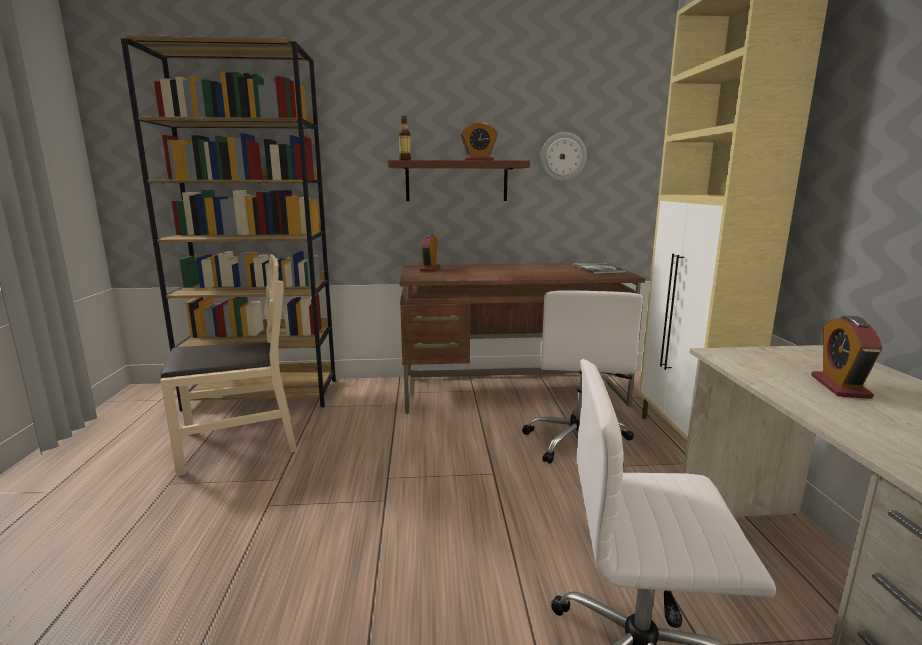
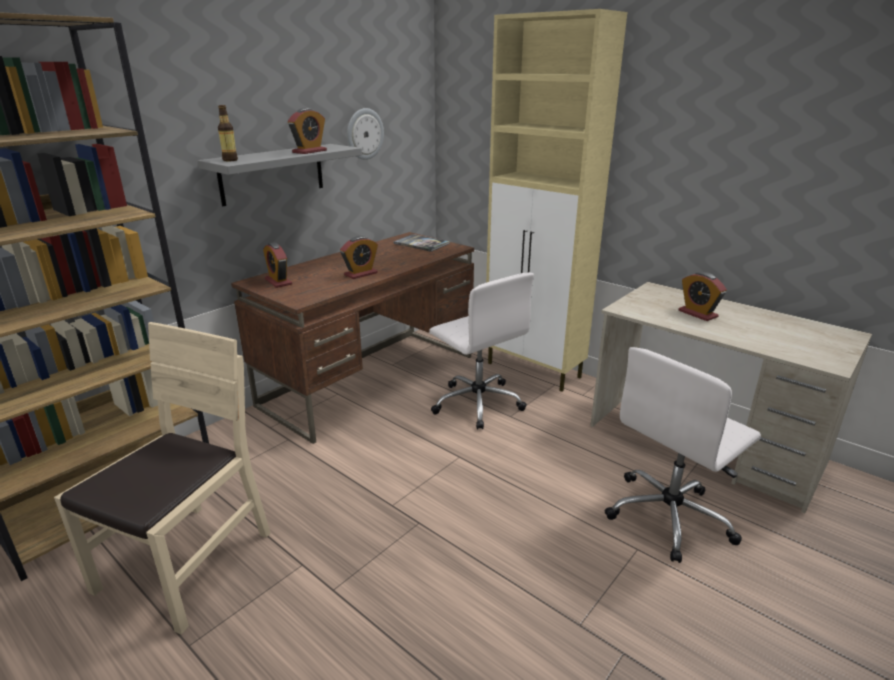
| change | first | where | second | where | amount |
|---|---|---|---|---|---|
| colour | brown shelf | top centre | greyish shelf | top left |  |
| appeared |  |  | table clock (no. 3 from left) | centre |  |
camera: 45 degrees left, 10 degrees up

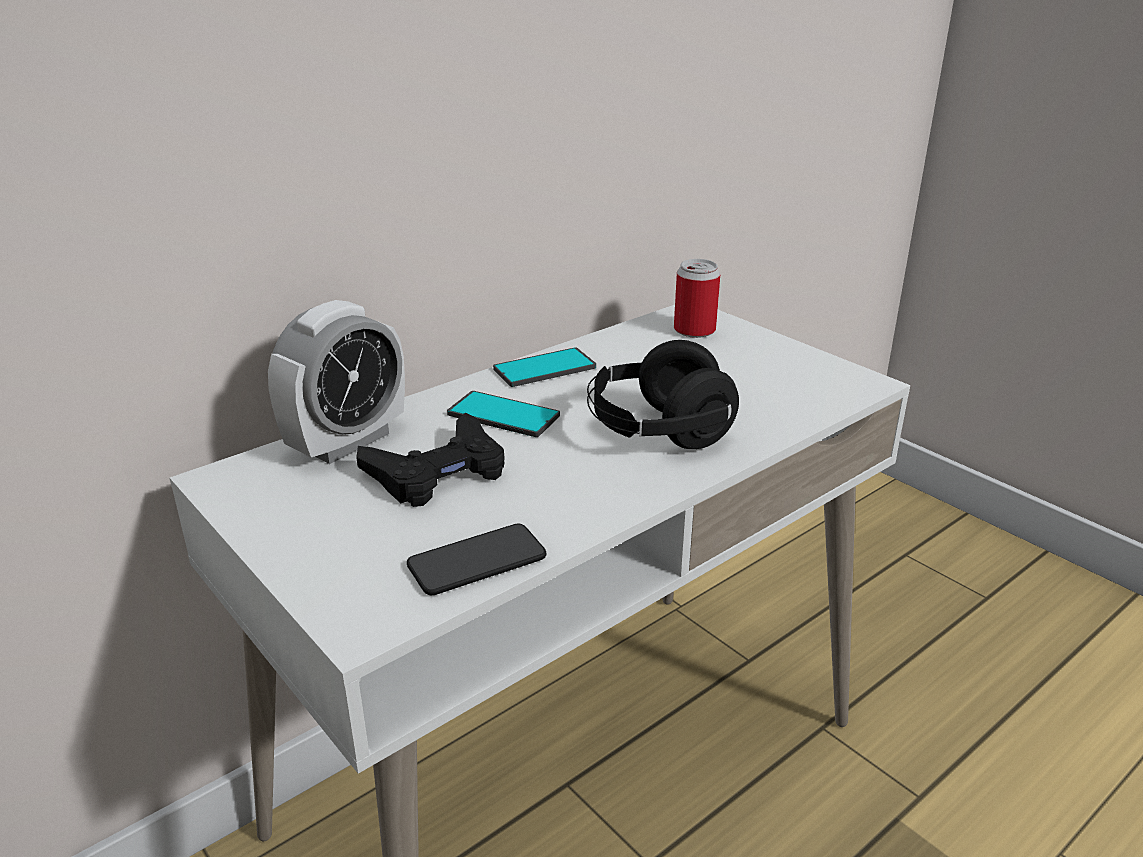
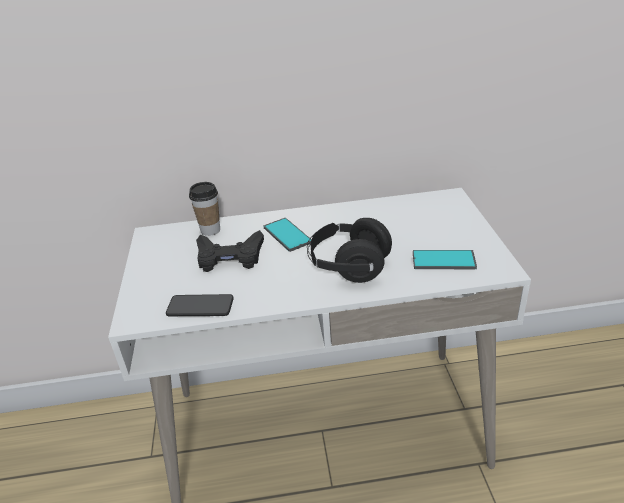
| change | first | where | second | where | amount |
|---|---|---|---|---|---|
| missing | can | centre |  |  |  |
| exchanged | table clock | middle left | drinking cup | middle left |  |
| relocated | handset (no. 3 from left) | centre |  | middle right |  |
camera: 35 degrees right, 5 degrees up

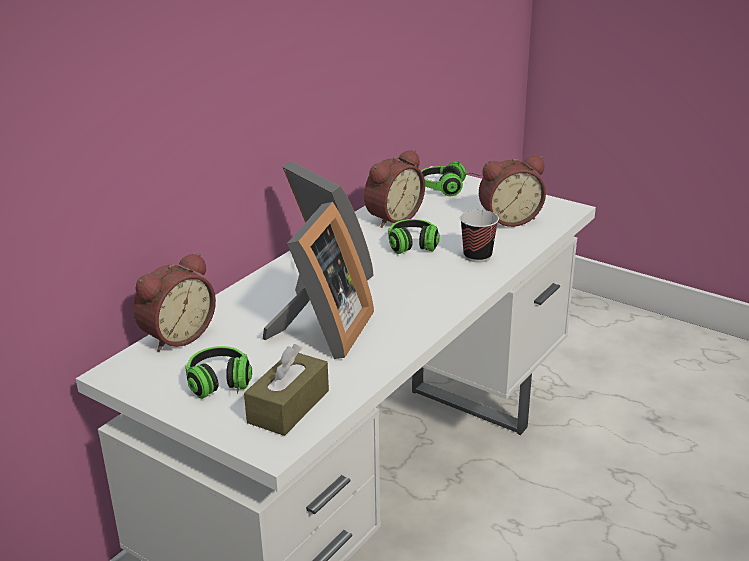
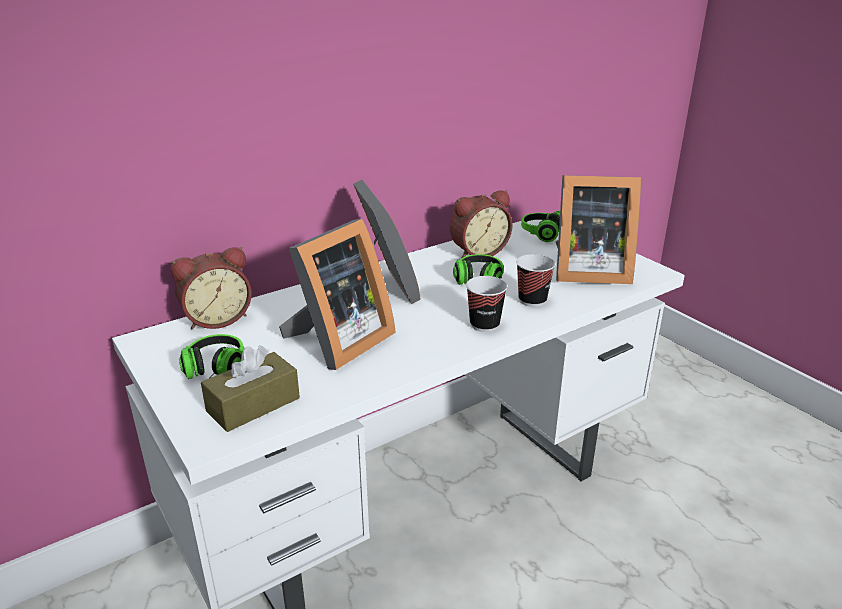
| change | first | where | second | where | amount |
|---|---|---|---|---|---|
| exchanged | table clock (no. 3 from left) | middle right | standing frame (no. 3 from left) | middle right |  |
| appeared |  |  | drinking cup (no. 1 from left) | centre |  |
camera: 20 degrees right, 0 degrees up

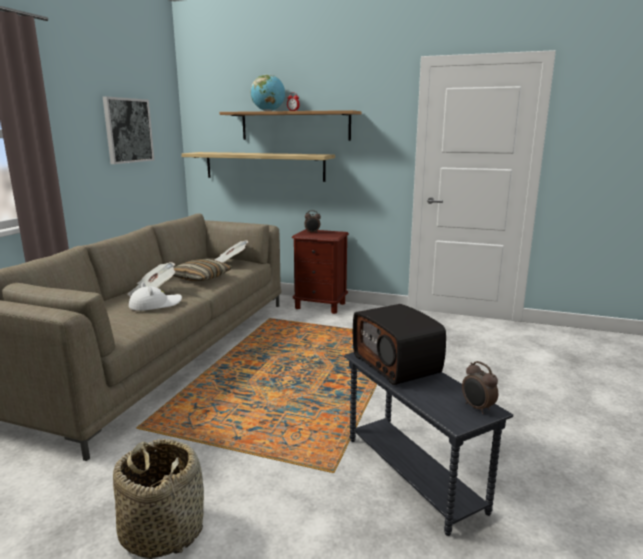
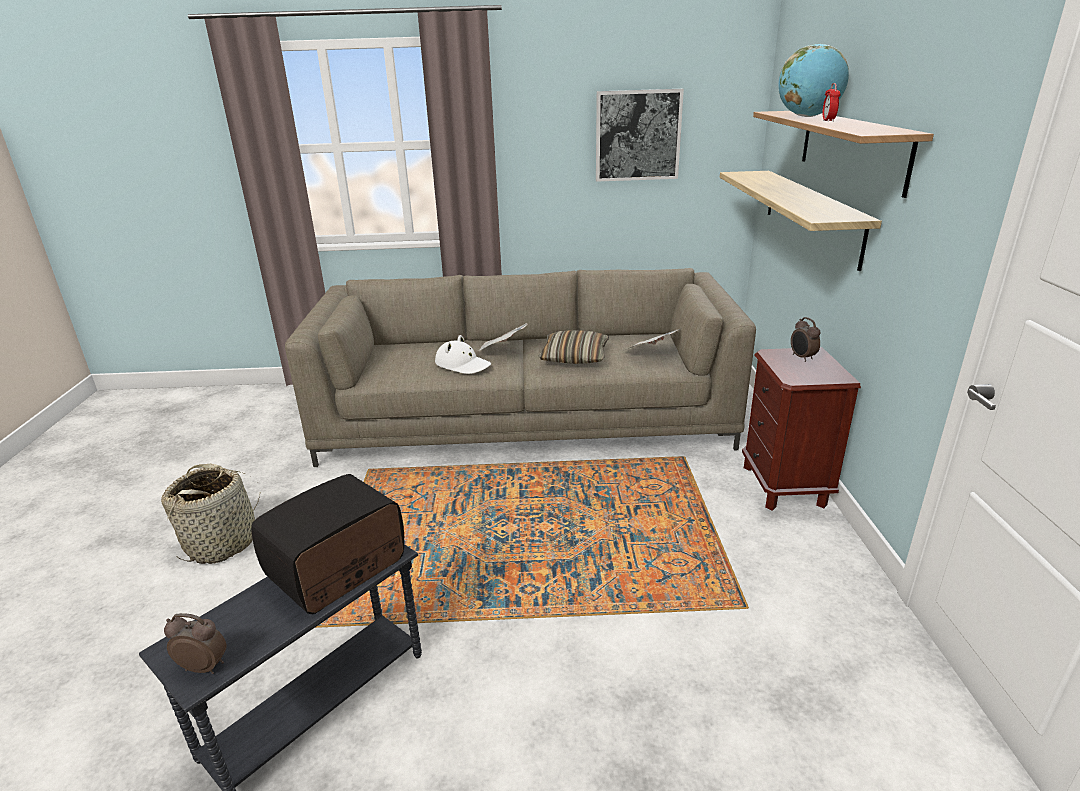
| change | first | where | second | where | amount |
|---|---|---|---|---|---|
| spun | table clock (no. 3 from left in the first image) | bottom right | table clock (no. 1 from left) | bottom left | 60 degrees clockwise |
camera: 70 degrees right, 10 degrees up

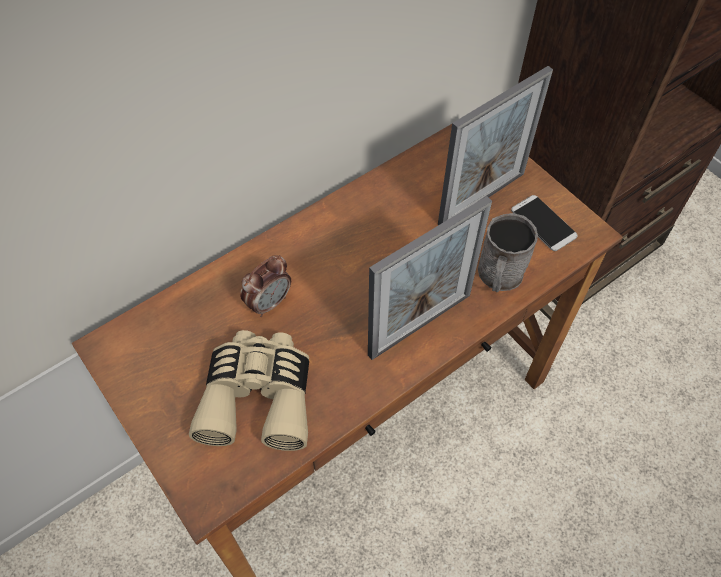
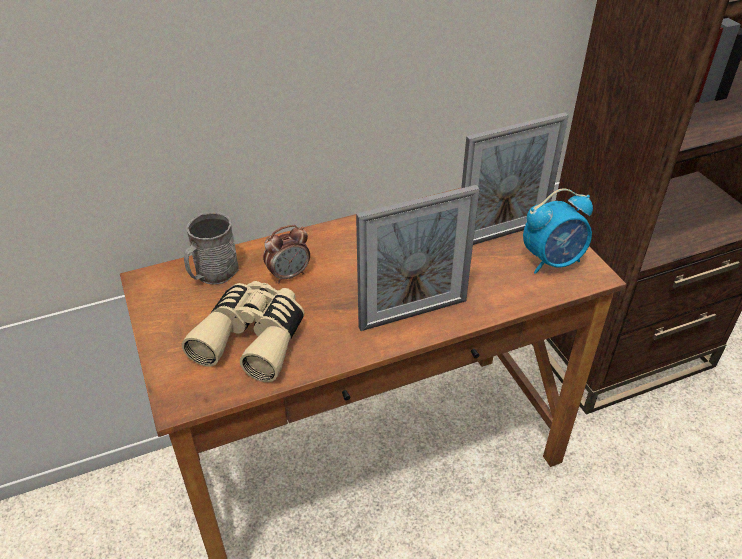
| change | first | where | second | where | amount |
|---|---|---|---|---|---|
| exchanged | handset | middle right | table clock (no. 2 from left) | middle right |  |
| relocated | greyish coffee mug | middle right |  | middle left |  |
camera: 15 degrees right, 15 degrees down

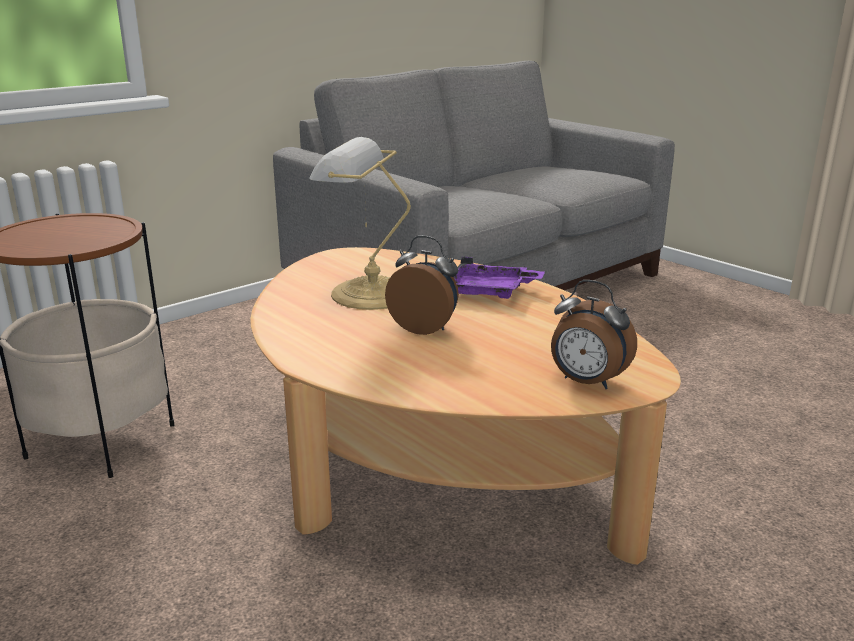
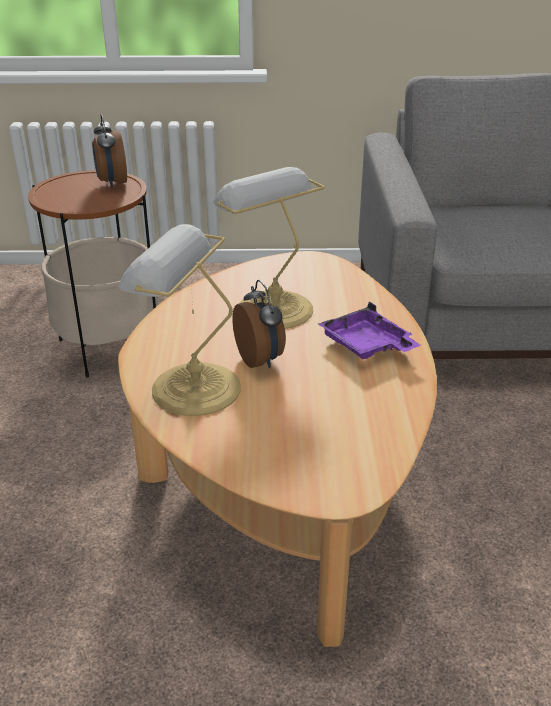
| change | first | where | second | where | amount |
|---|---|---|---|---|---|
| relocated | table clock (no. 2 from left in the first image) | middle right | table clock (no. 1 from left) | top left |  |
| appeared |  |  | table lamp (no. 1 from left) | middle left |  |
camera: 40 degrees right, 10 degrees up

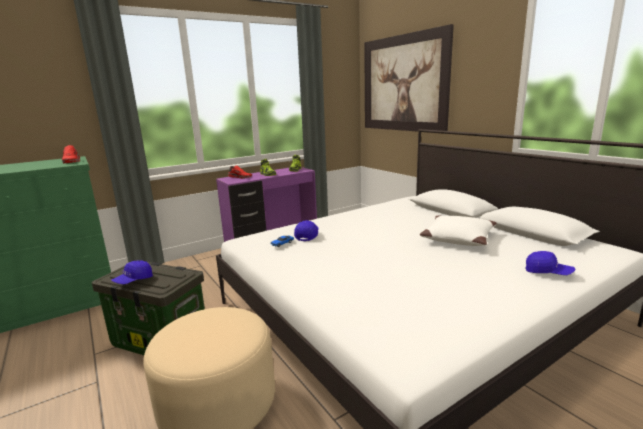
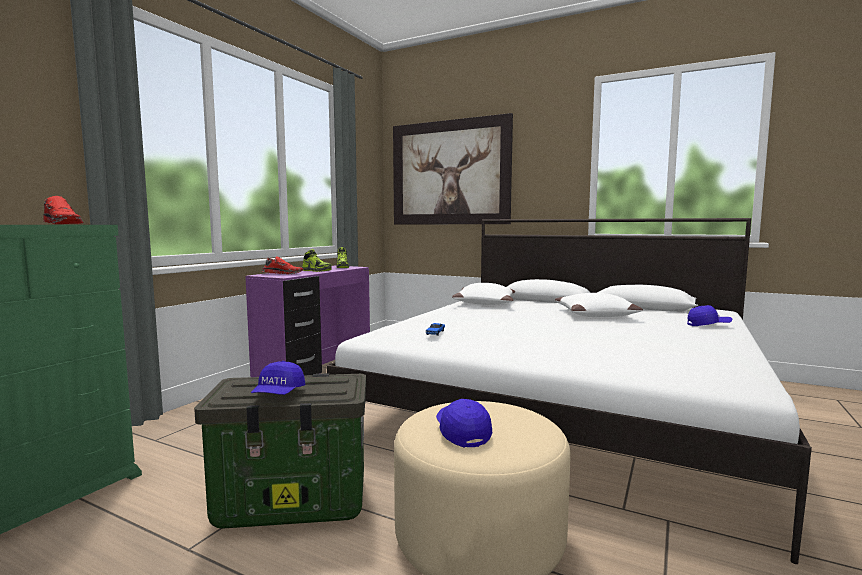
| change | first | where | second | where | amount |
|---|---|---|---|---|---|
| relocated | bluish peaked cap (no. 2 from left) | centre |  | bottom centre |  |
| appeared |  |  | white-coloured cushion (no. 1 from left) | centre |  |
camera: 30 degrees left, 10 degrees down

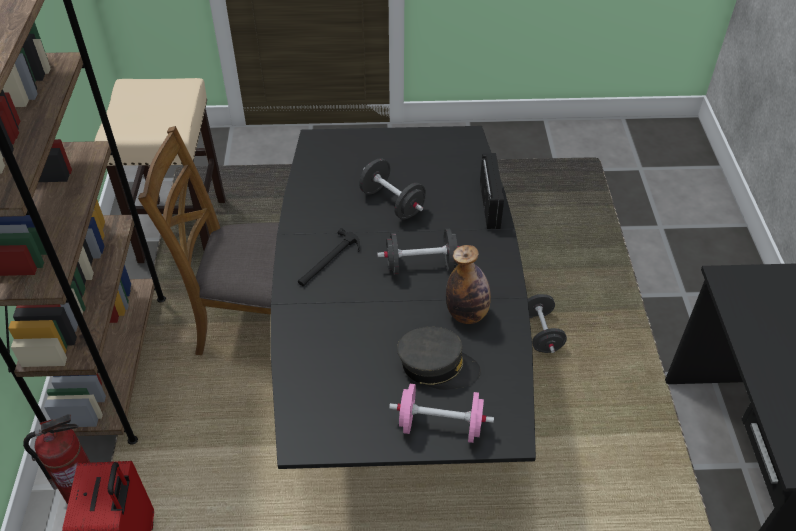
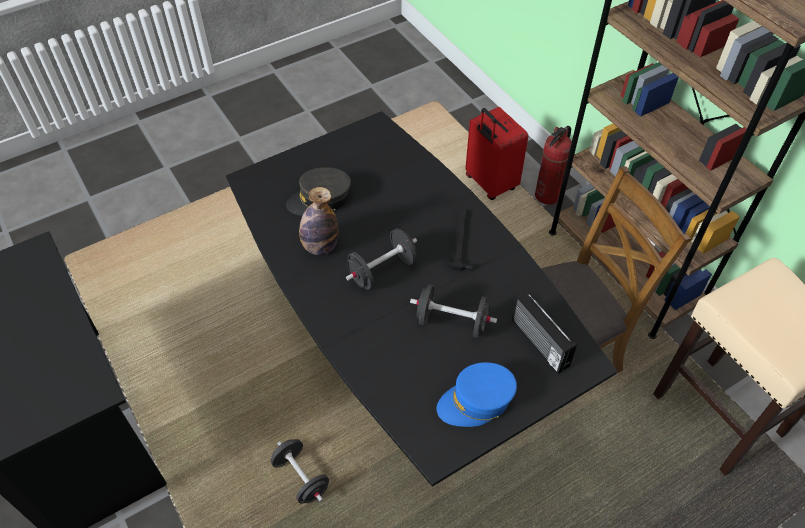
| change | first | where | second | where | amount |
|---|---|---|---|---|---|
| relocated | radio | centre |  | middle right |  |
| missing | pink free weight | bottom centre |  |  |  |
| appeared |  |  | bluish peaked cap | bottom centre |  |
camera: 150 degrees right, 5 degrees up

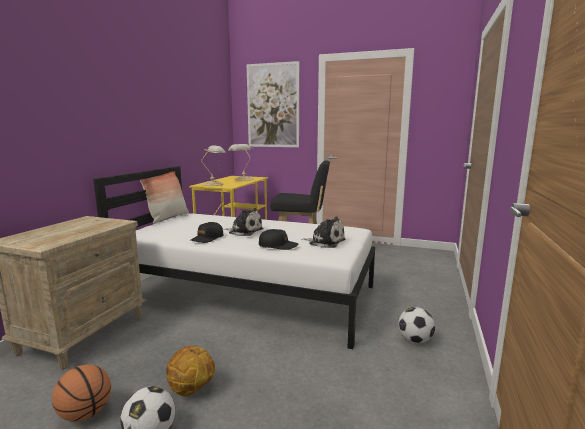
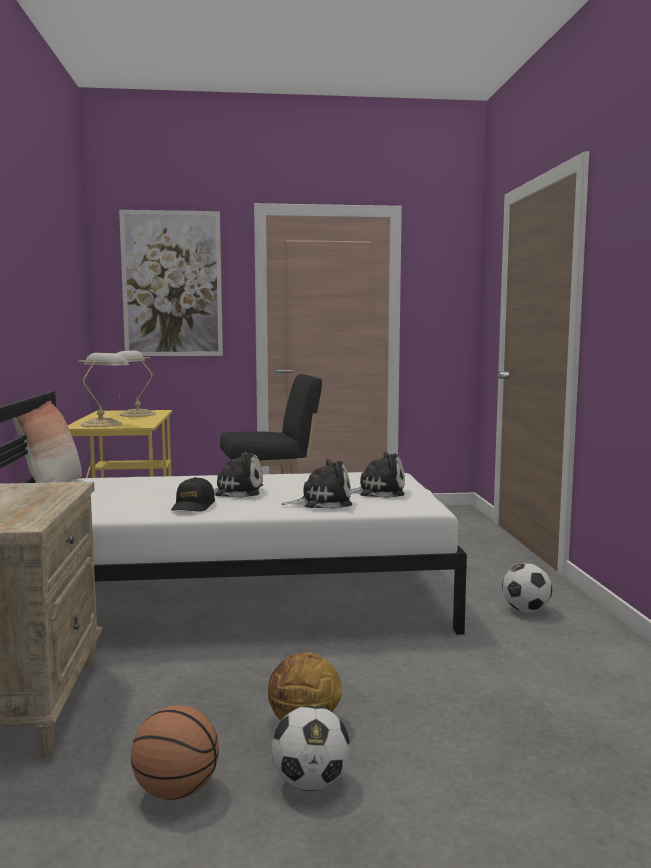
| change | first | where | second | where | amount |
|---|---|---|---|---|---|
| exchanged | blackish peaked cap (no. 2 from left) | centre | soft toy (no. 2 from left) | centre |  |
camera: 25 degrees left, 5 degrees down

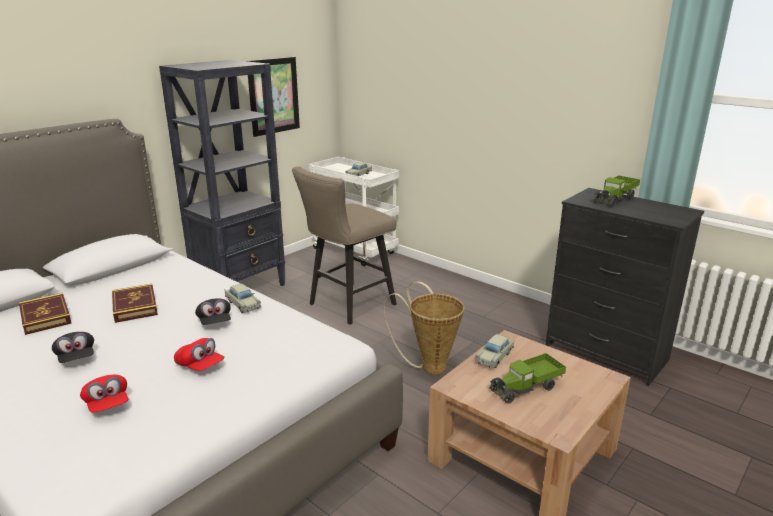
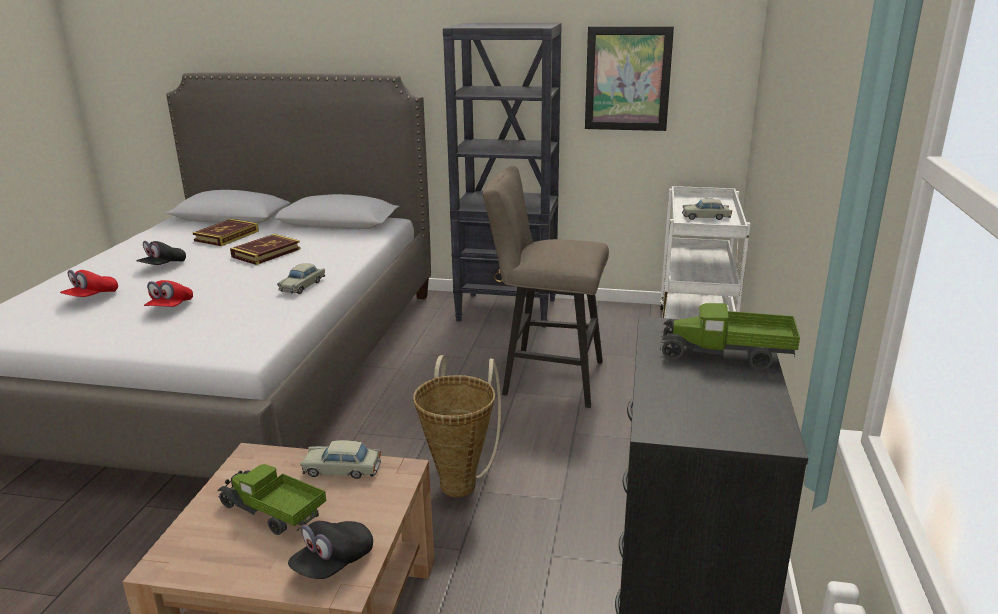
| change | first | where | second | where | amount |
|---|---|---|---|---|---|
| relocated | blackish peaked cap (no. 2 from left) | middle left |  | bottom left |  |
camera: 60 degrees right, 0 degrees up

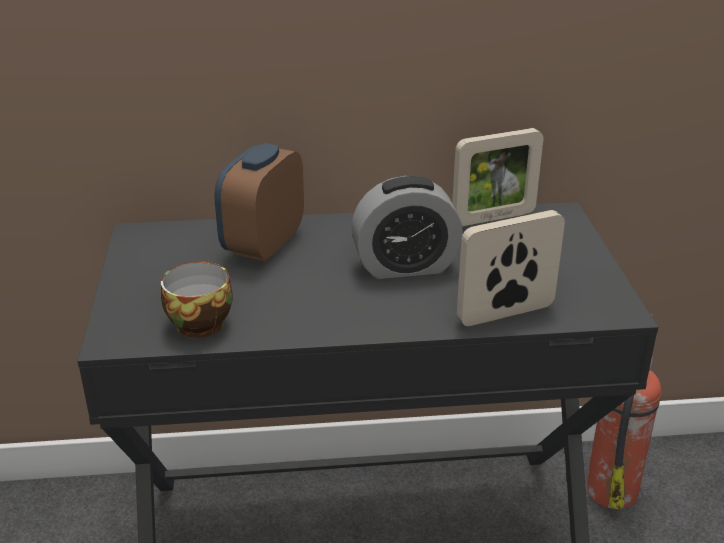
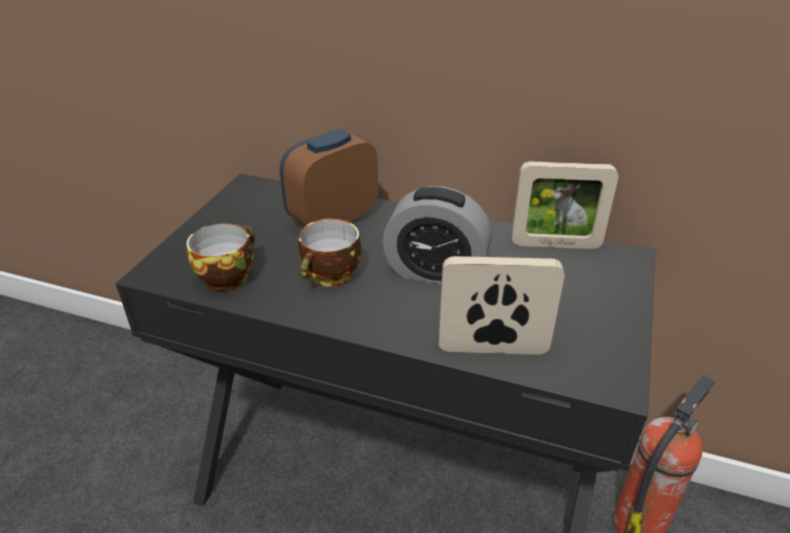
| change | first | where | second | where | amount |
|---|---|---|---|---|---|
| appeared |  |  | drinking cup (no. 2 from left) | centre |  |
camera: 25 degrees right, 5 degrees up

